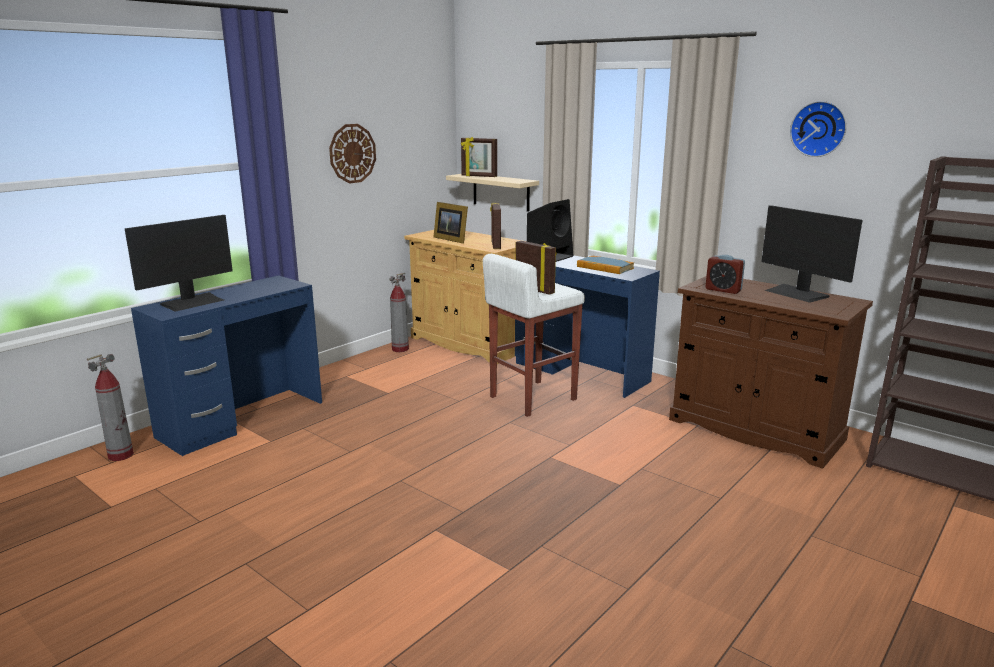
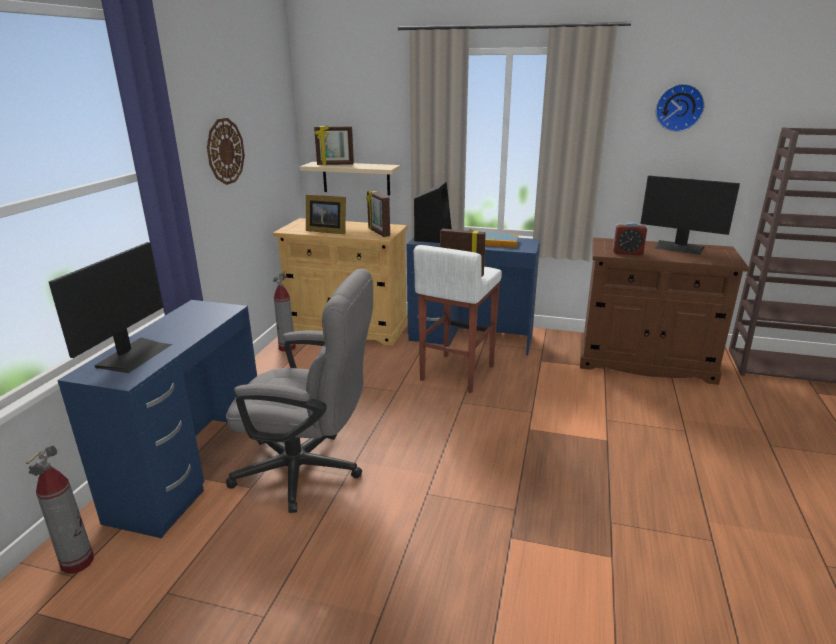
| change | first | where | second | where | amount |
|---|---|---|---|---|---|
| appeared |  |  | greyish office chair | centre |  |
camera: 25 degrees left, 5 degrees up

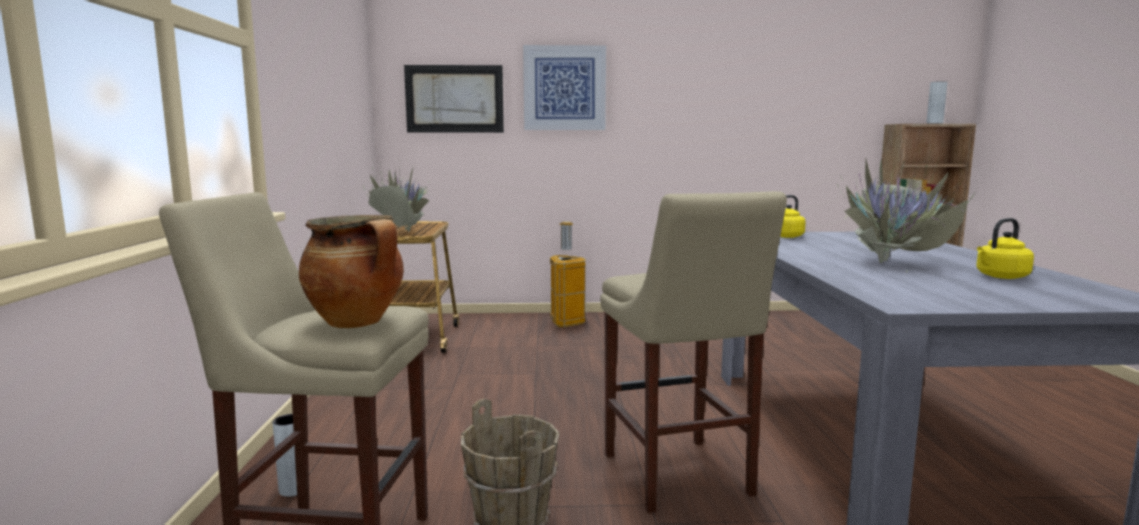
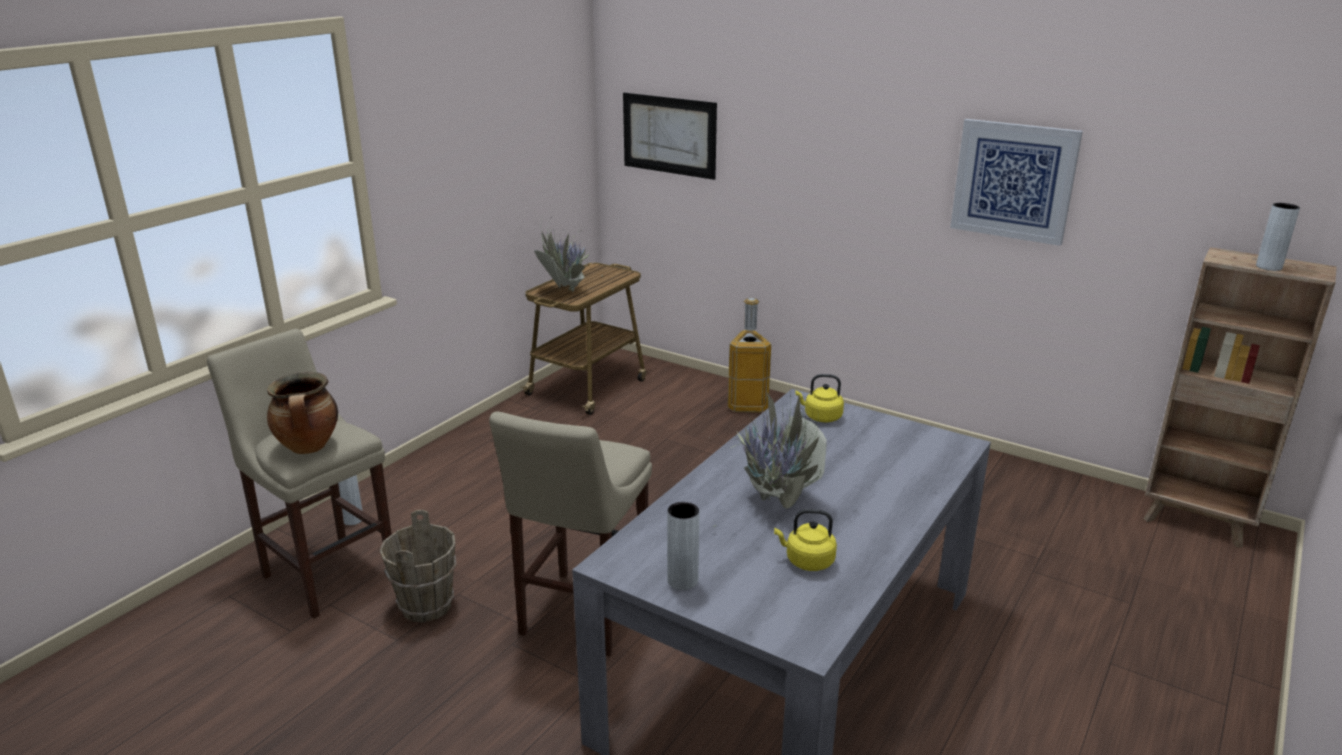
| change | first | where | second | where | amount |
|---|---|---|---|---|---|
| relocated | picture (no. 2 from left) | top centre |  | top right |  |
| appeared |  |  | greyish flower vase (no. 2 from left) | bottom centre |  |
camera: 35 degrees right, 15 degrees up

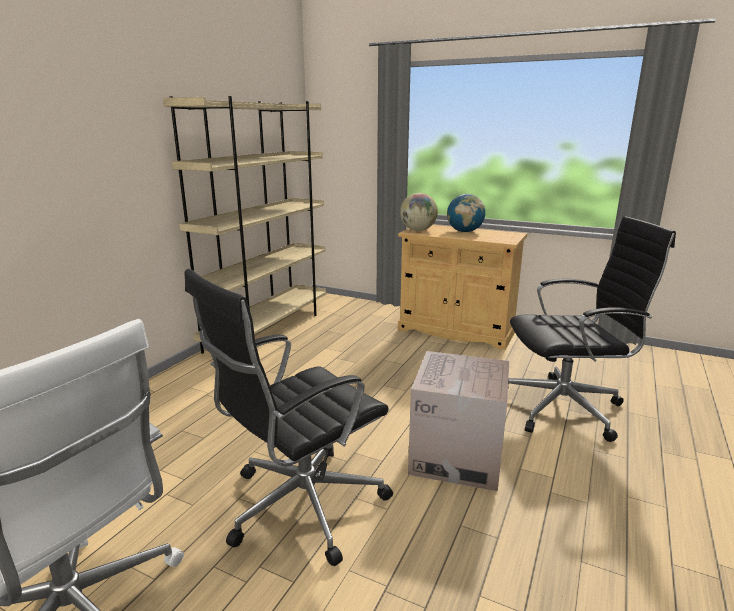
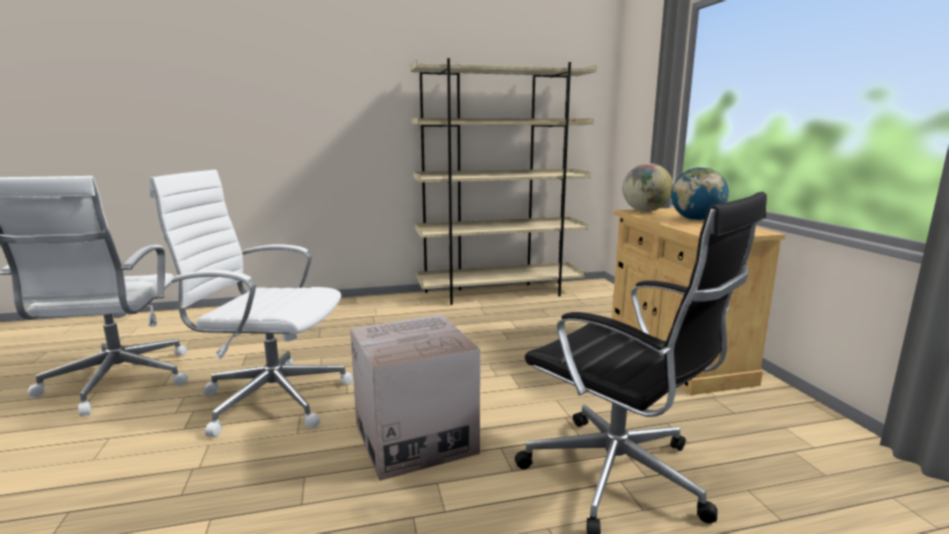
| change | first | where | second | where | amount |
|---|---|---|---|---|---|
| colour | blackish office chair (no. 1 from left) | bottom centre | white-coloured office chair (no. 2 from left) | middle left |  |
camera: 50 degrees right, 5 degrees down

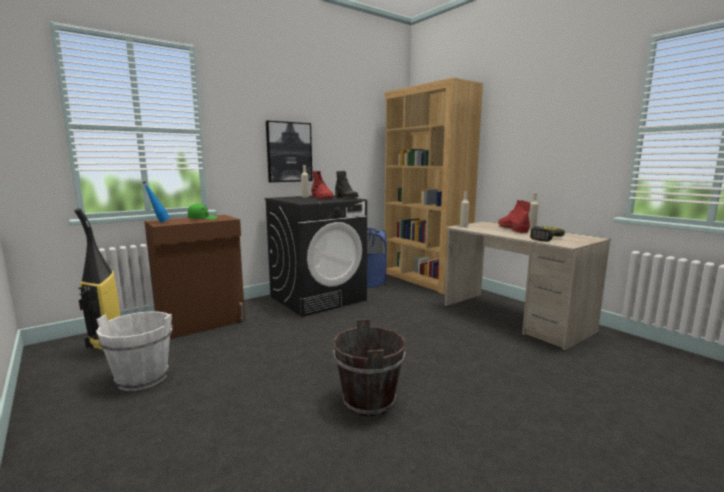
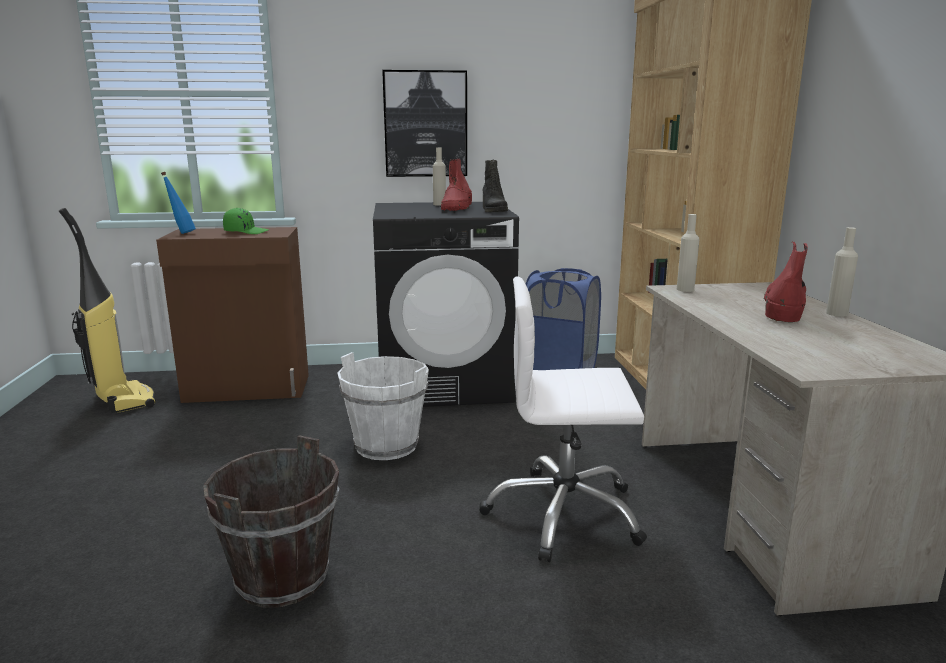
| change | first | where | second | where | amount |
|---|---|---|---|---|---|
| missing | electric drill | middle right |  |  |  |
| relocated | white-coloured pail | bottom left |  | centre |  |
| appeared |  |  | white-coloured office chair | centre |  |
camera: 30 degrees right, 5 degrees up

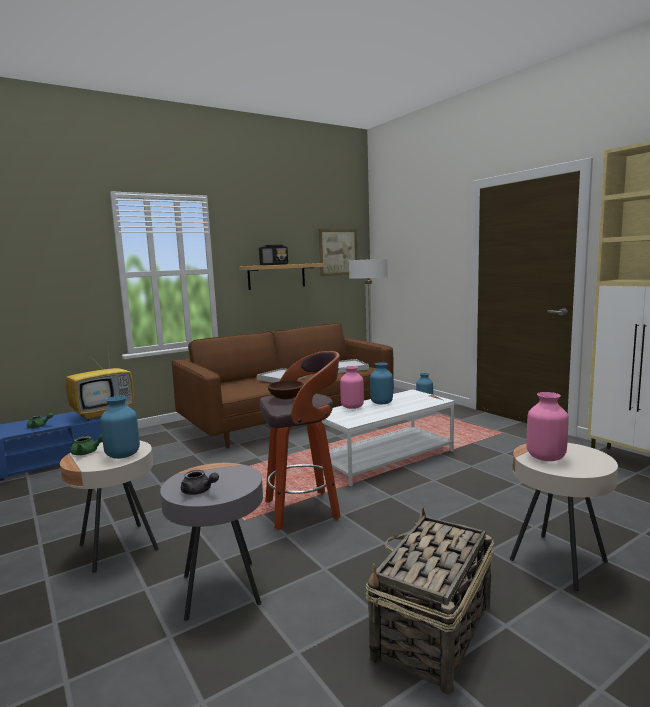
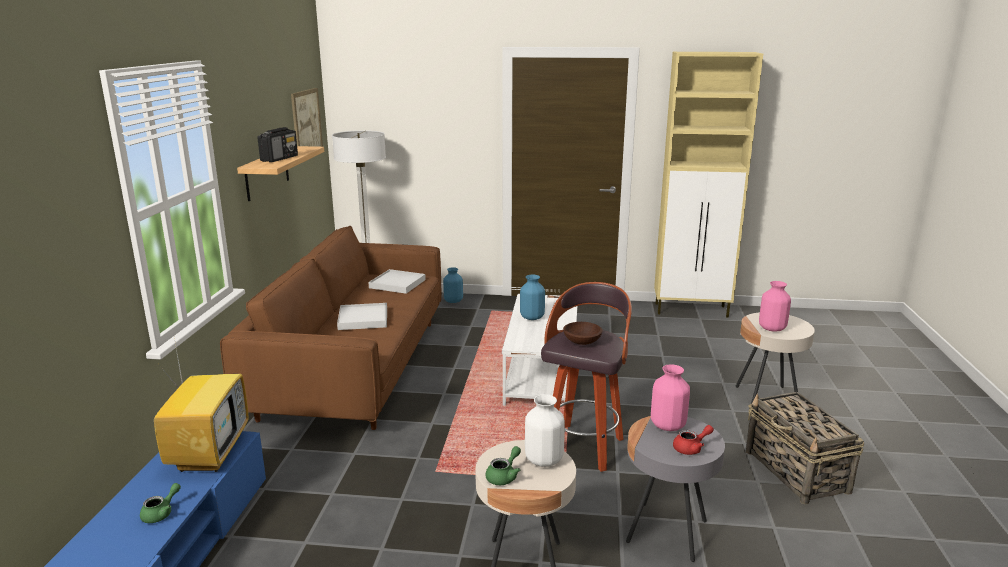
| change | first | where | second | where | amount |
|---|---|---|---|---|---|
| relocated | pink flower vase (no. 1 from left) | centre |  | bottom centre |  |
| colour | bluish flower vase (no. 1 from left) | middle left | white-coloured flower vase | bottom centre |  |
| colour | greyish teapot | bottom left | red-coloured teapot | bottom right |  |
camera: 50 degrees left, 10 degrees up

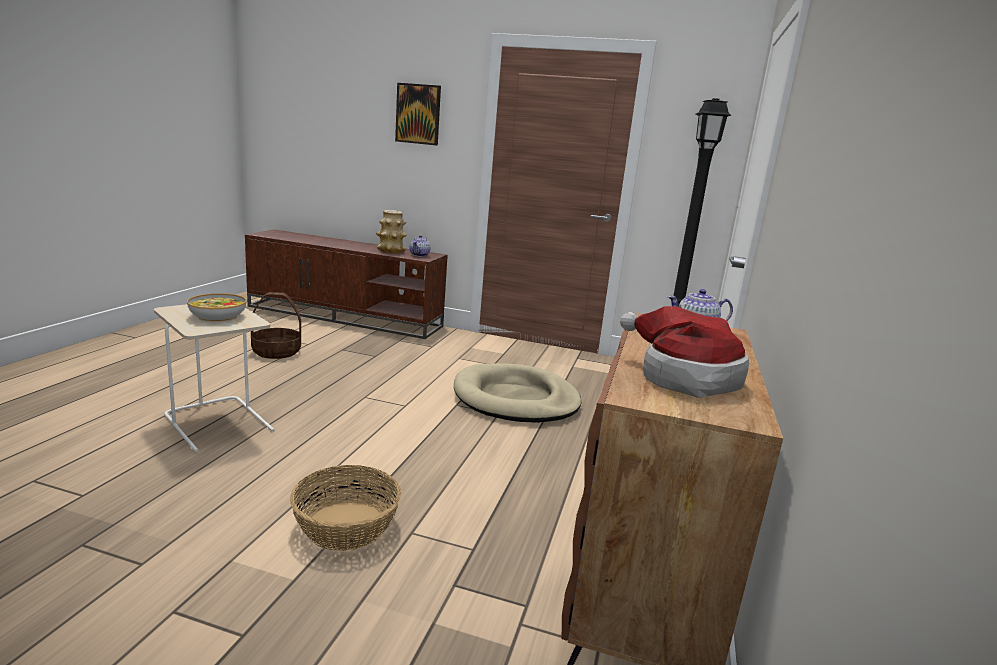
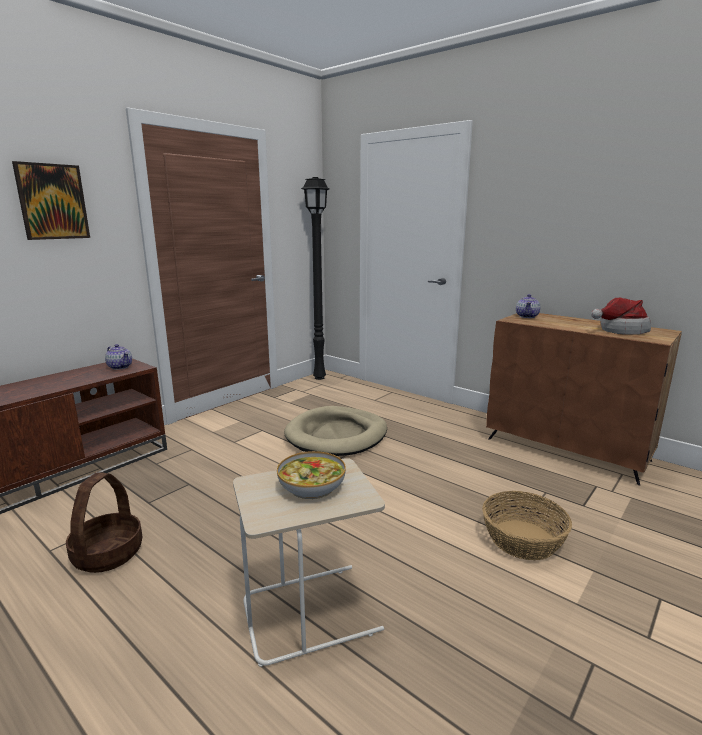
| change | first | where | second | where | amount |
|---|---|---|---|---|---|
| missing | flower vase | centre |  |  |  |
camera: 65 degrees left, 0 degrees up

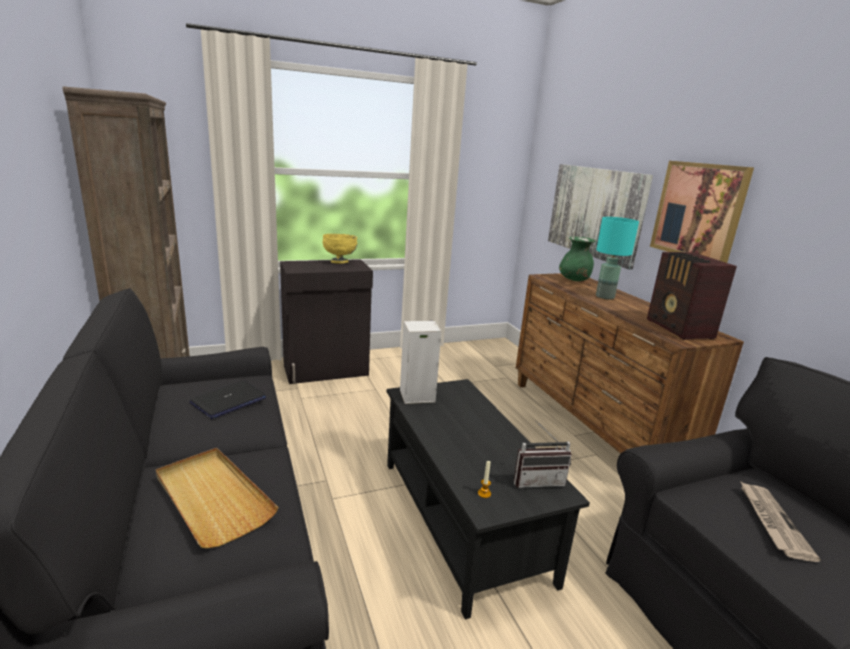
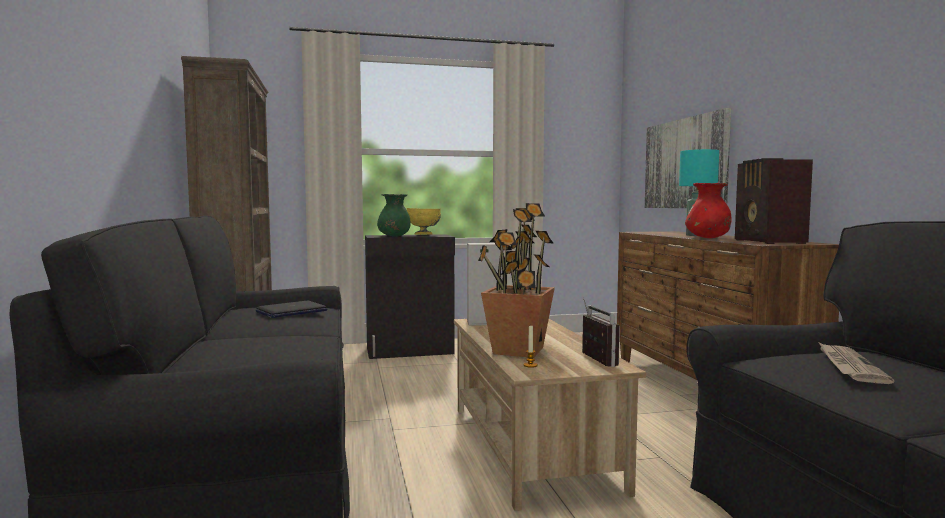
| change | first | where | second | where | amount |
|---|---|---|---|---|---|
| missing | picture (no. 2 from left) | top right |  |  |  |
| relocated | green flower vase | middle right |  | centre |  |
| colour | blackish coffee table | bottom centre | beige coffee table | bottom centre |  |
| spun | radio (no. 1 from left) | bottom centre |  | centre | 105 degrees counterclockwise |
| missing | beige tray | bottom left |  |  |  |
| appeared |  |  | red-coloured flower vase | middle right |  |
| appeared |  |  | houseplant | centre |  |
camera: 10 degrees right, 15 degrees down

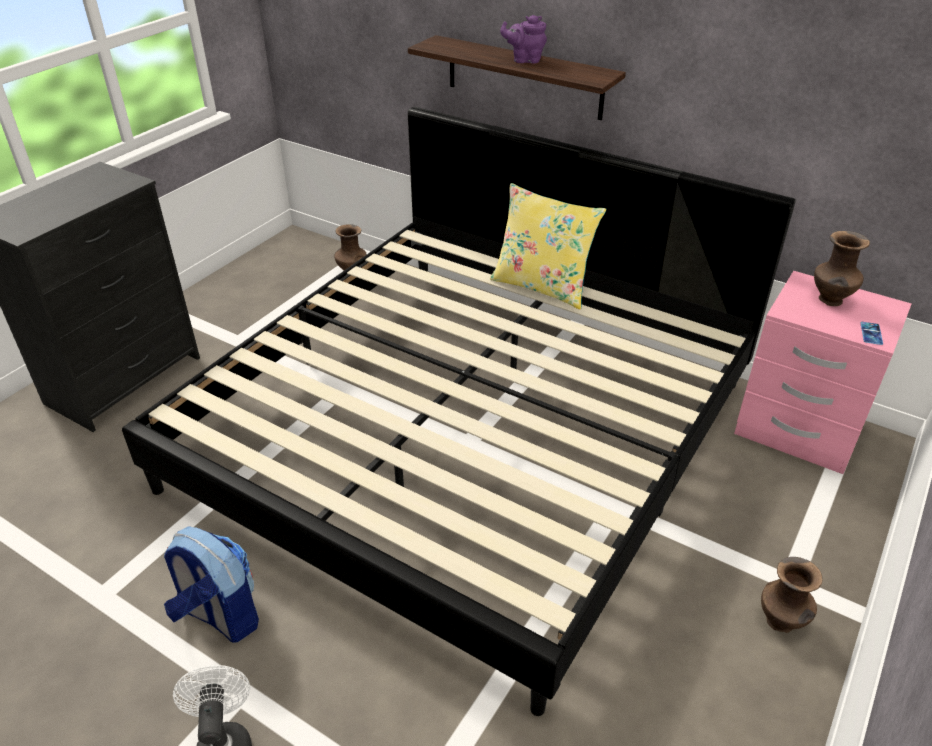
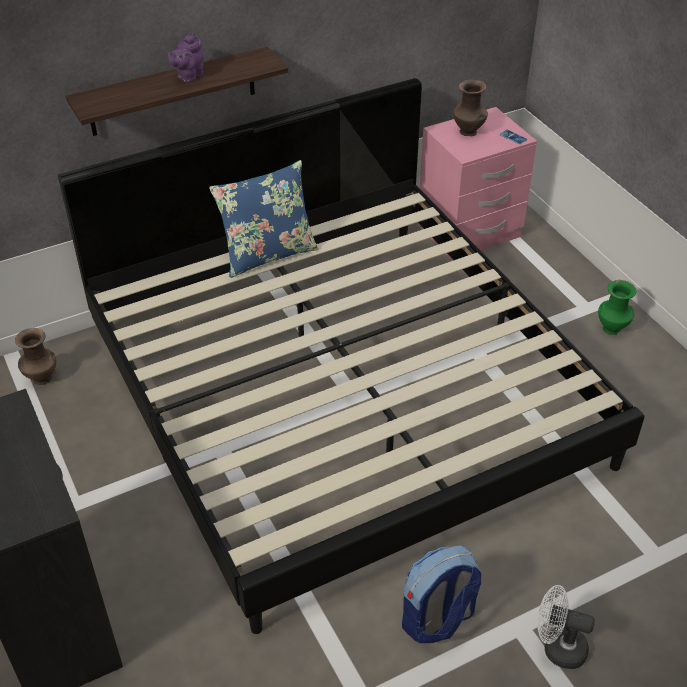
| change | first | where | second | where | amount |
|---|---|---|---|---|---|
| colour | yellow-coloured cushion | top centre | bluish cushion | top centre |  |
| colour | brown flower vase (no. 2 from left) | bottom right | green flower vase | middle right |  |
camera: 60 degrees left, 5 degrees up

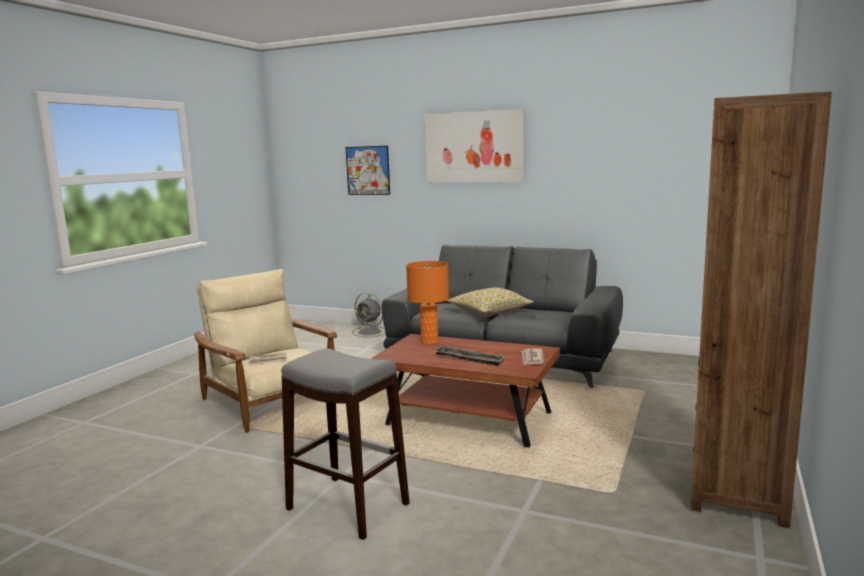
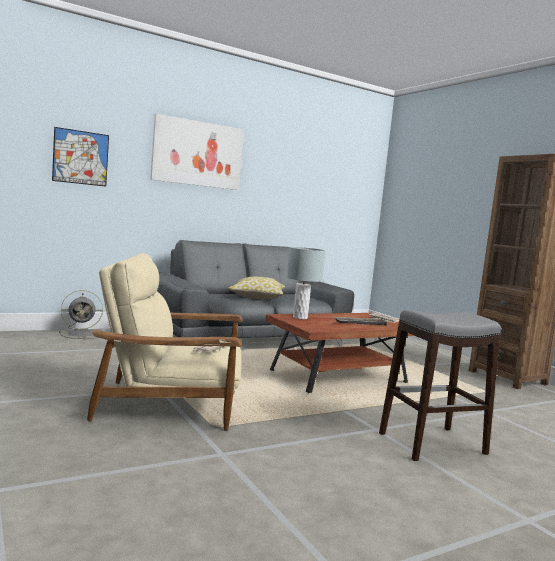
| change | first | where | second | where | amount |
|---|---|---|---|---|---|
| colour | orange table lamp | centre | greyish table lamp | centre |  |
camera: 55 degrees left, 5 degrees down

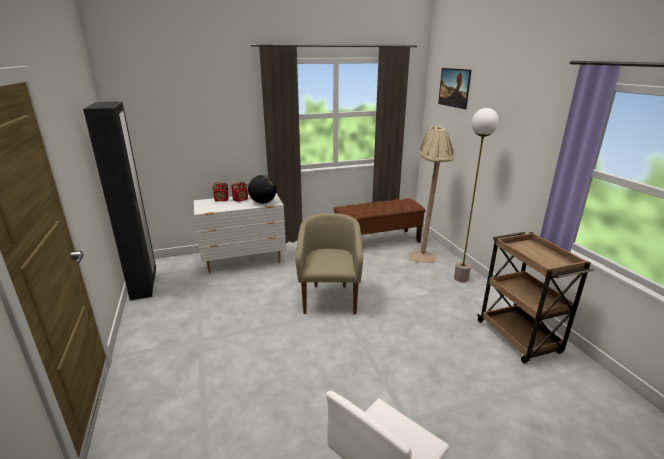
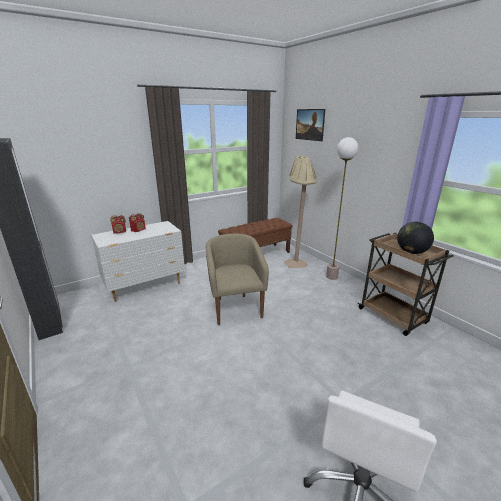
| change | first | where | second | where | amount |
|---|---|---|---|---|---|
| relocated | globe | centre |  | middle right |  |
camera: 15 degrees left, 0 degrees up

